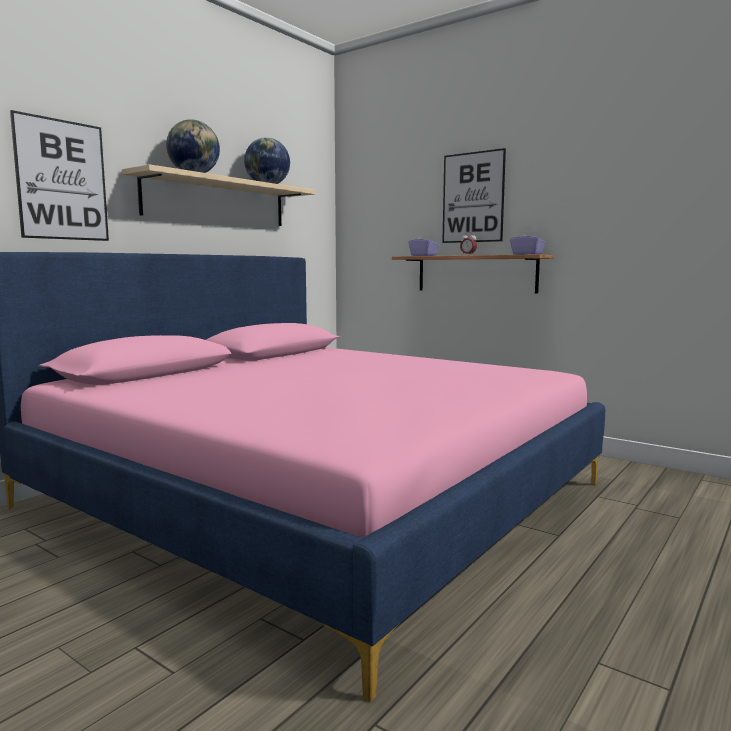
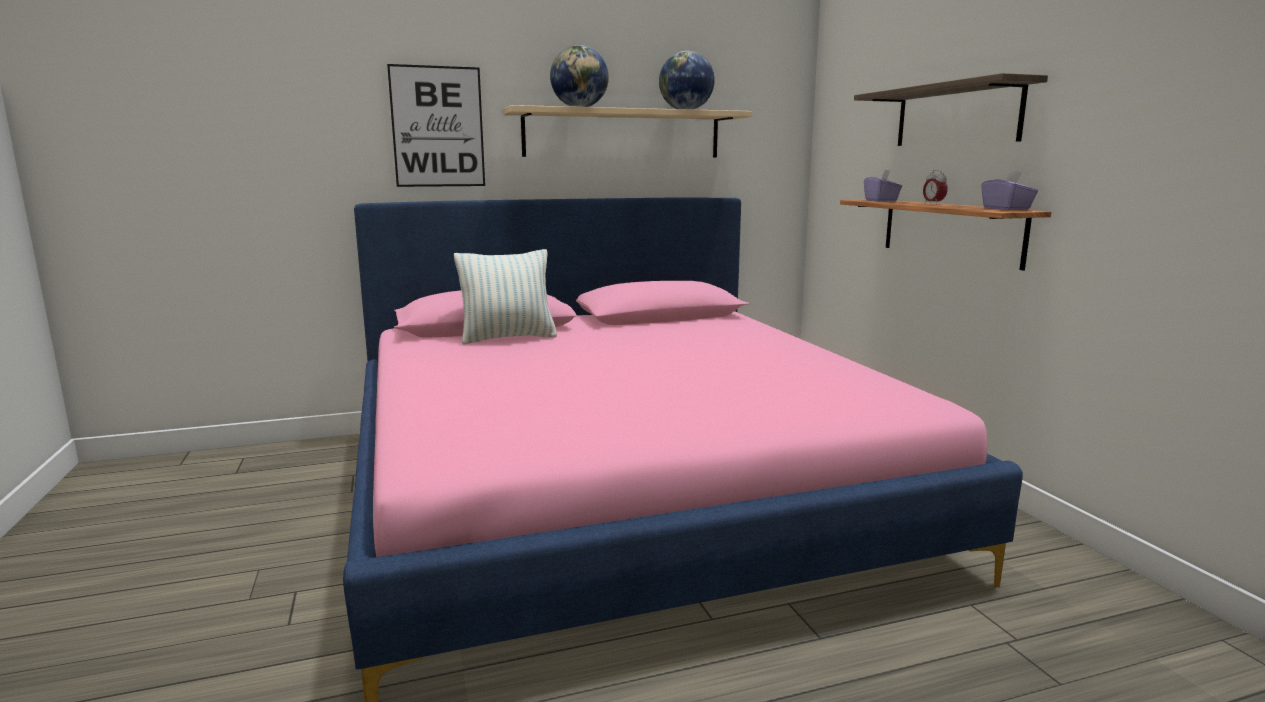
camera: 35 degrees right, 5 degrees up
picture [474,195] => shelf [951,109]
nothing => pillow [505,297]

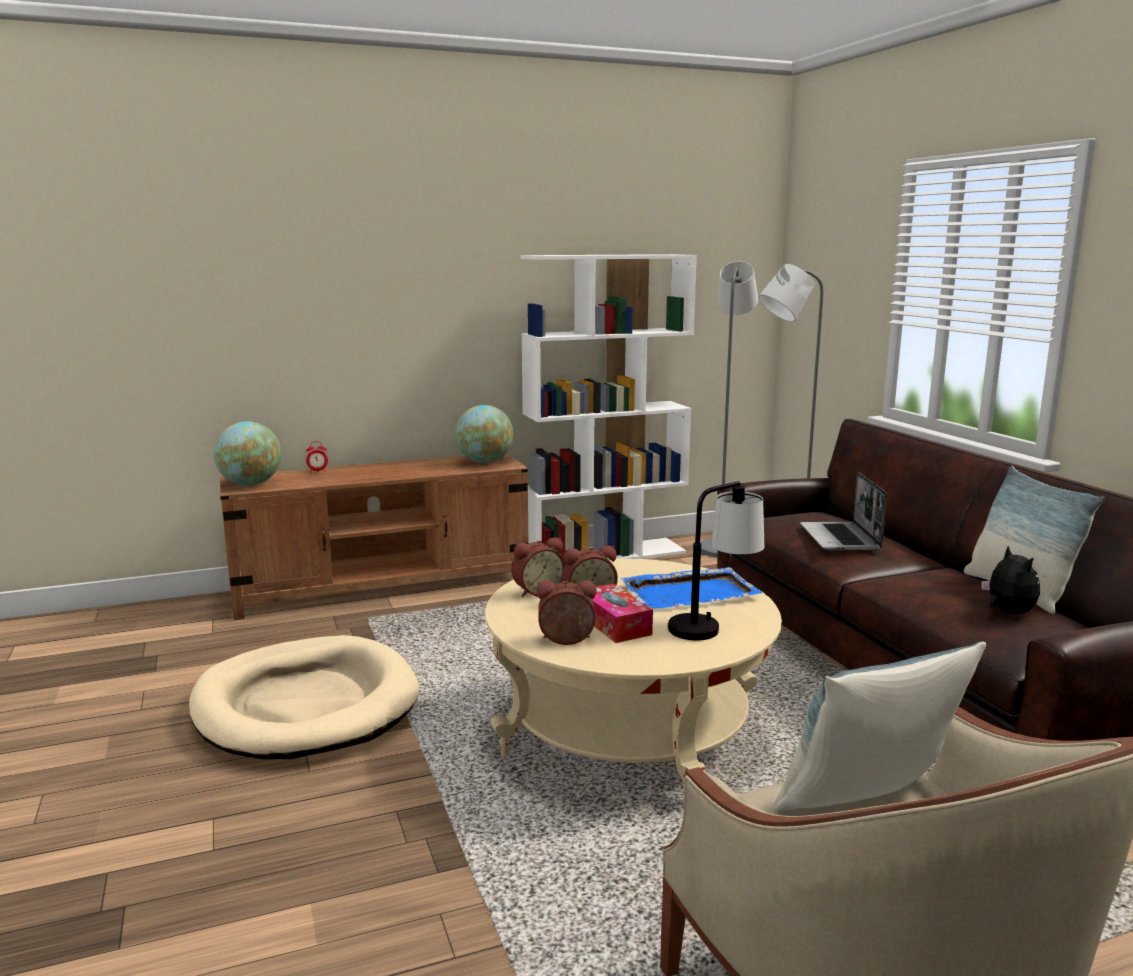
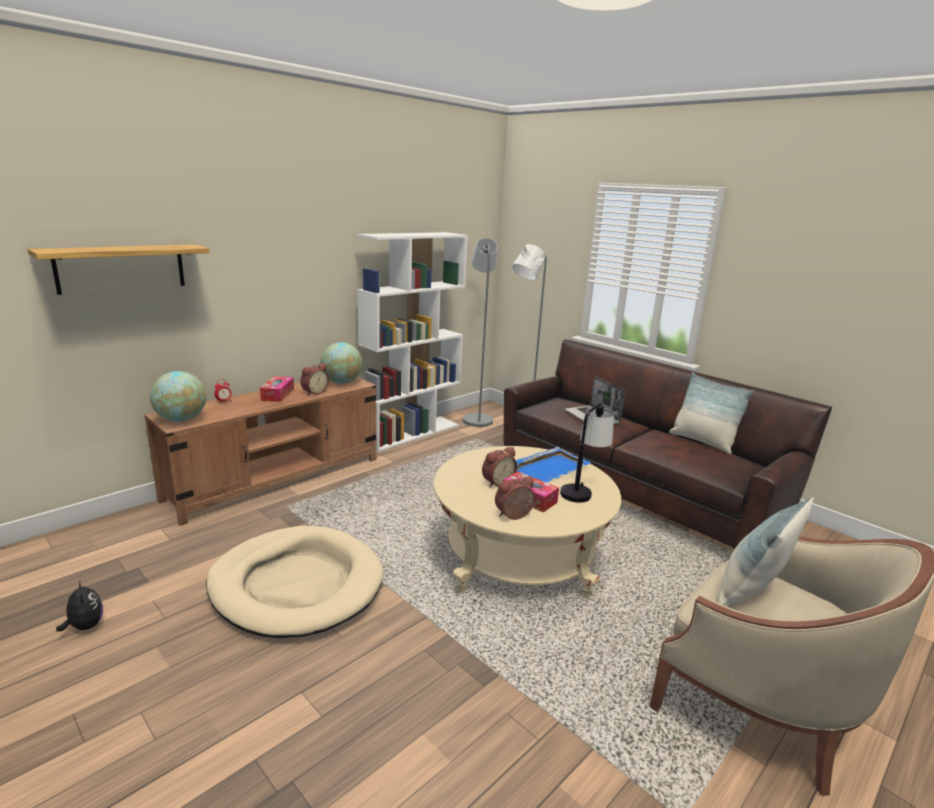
camera: 25 degrees left, 5 degrees up
alarm clock [538,567] => alarm clock [314,379], move
plush toy [1010,580] => plush toy [79,605], move
nothing => shelf [119,269]
nothing => tissue box [277,389]

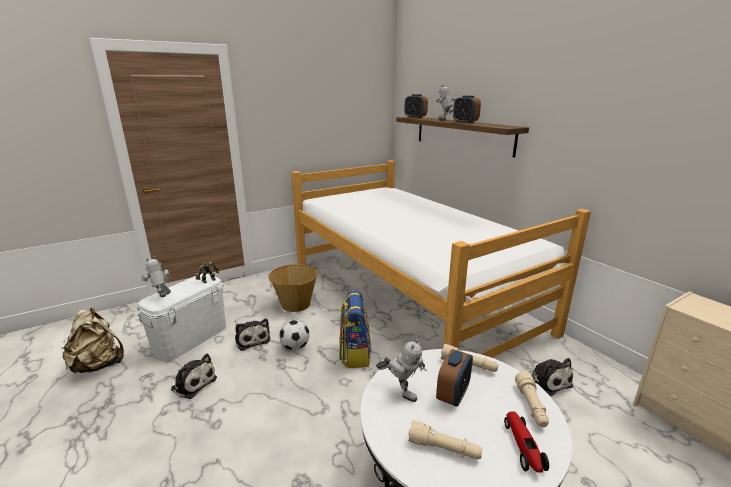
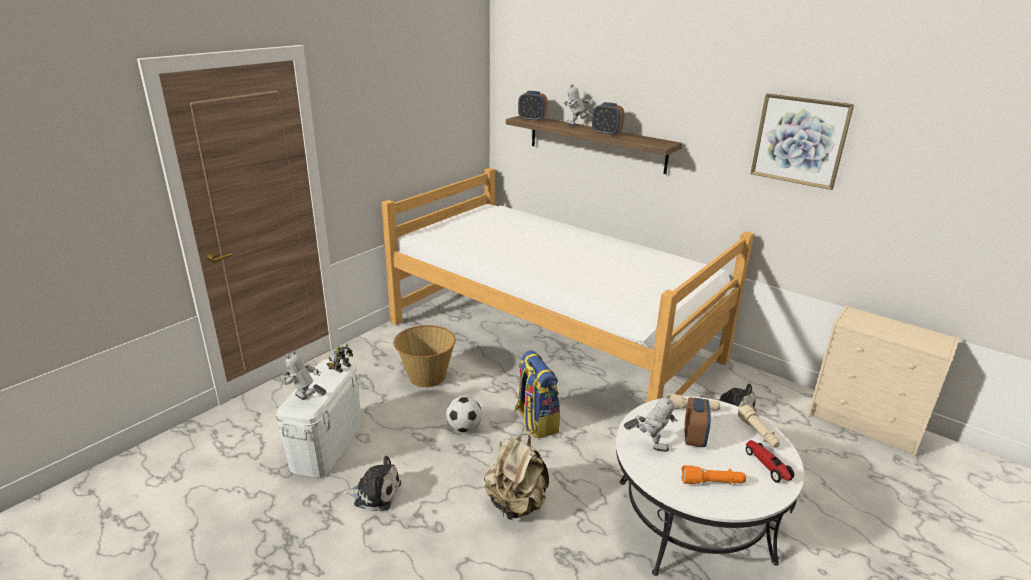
camera: 20 degrees left, 5 degrees up
beige backpack [92,341] => beige backpack [516,477], move
plush toy [252,335] => nothing
beige flashlight [445,440] => orange flashlight [713,475]
nothing => picture [802,141]

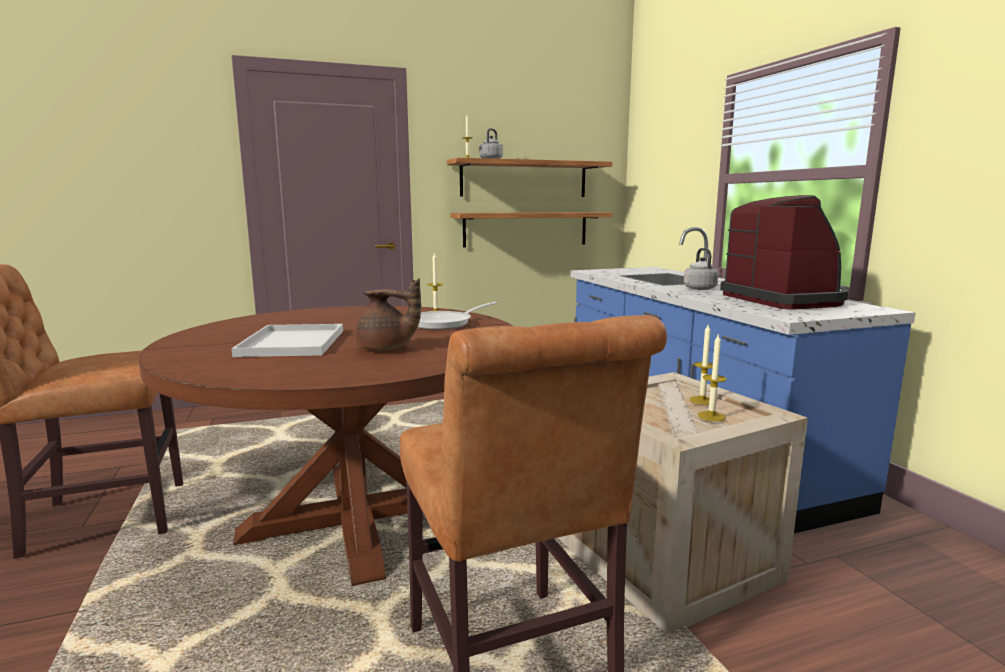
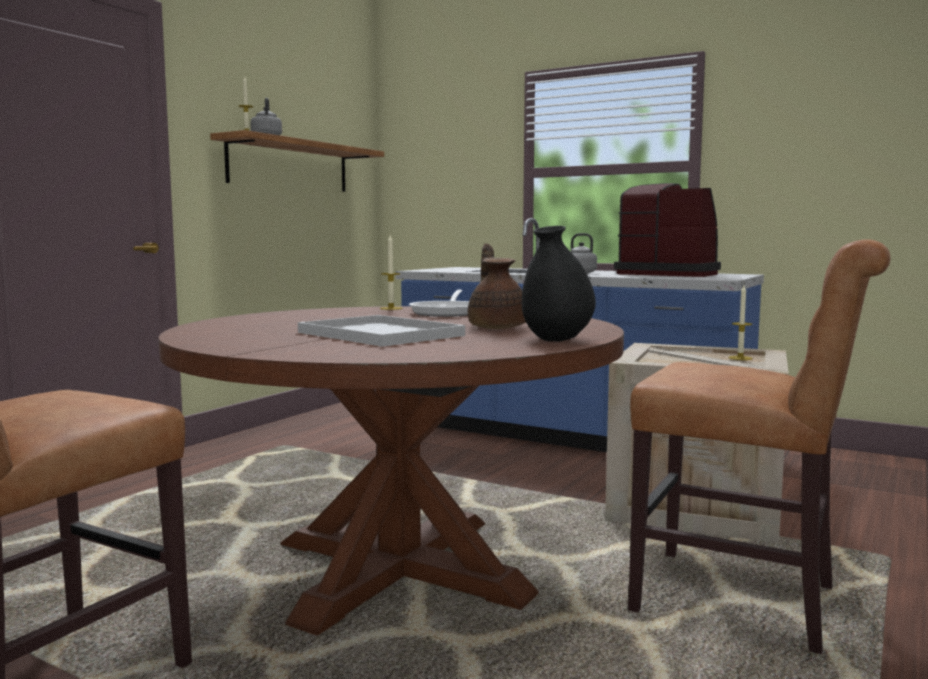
camera: 40 degrees left, 5 degrees down
shelf [531,230] => nothing
brown teapot [388,314] => brown teapot [497,286], 75 degrees counterclockwise
candle [701,364] => nothing
nothing => black vase [559,284]

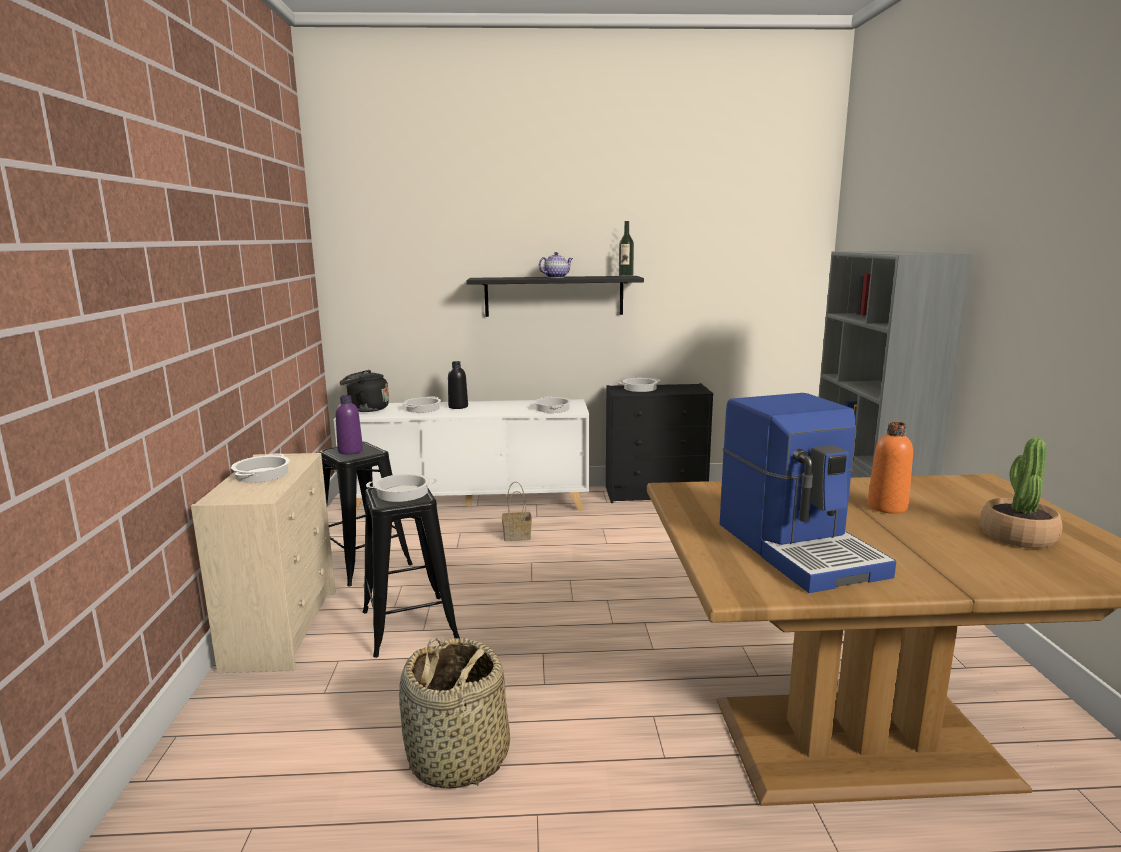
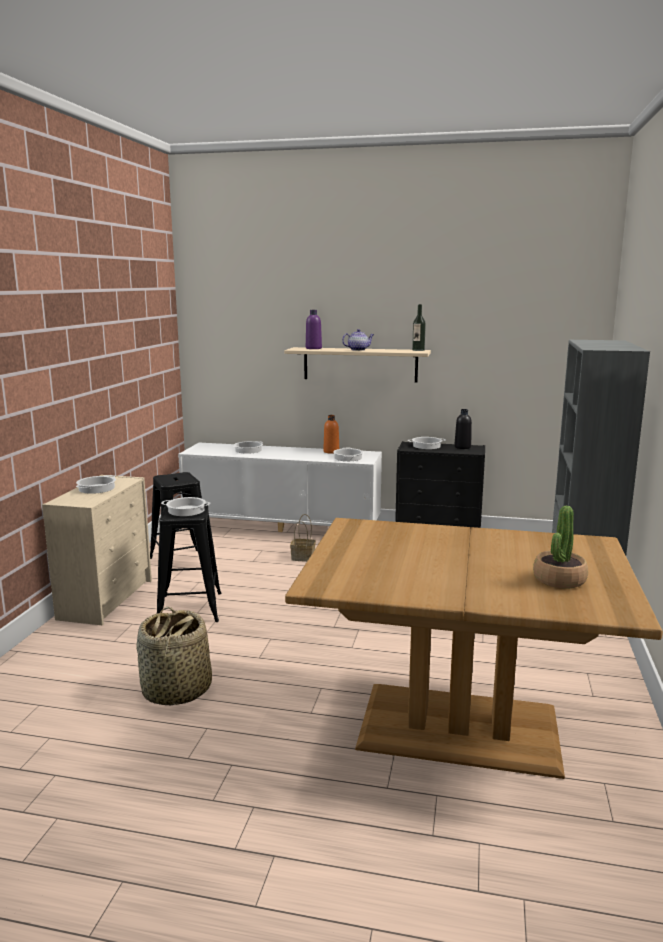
camera: 15 degrees right, 0 degrees up
black shelf [555,296] => beige shelf [357,364]
black bottle [458,385] => black bottle [463,429], move
black kettle [364,391] => nothing
coffee machine [808,493] => nothing
purple bottle [349,424] => purple bottle [314,329], move
orange bottle [890,468] => orange bottle [331,434], move

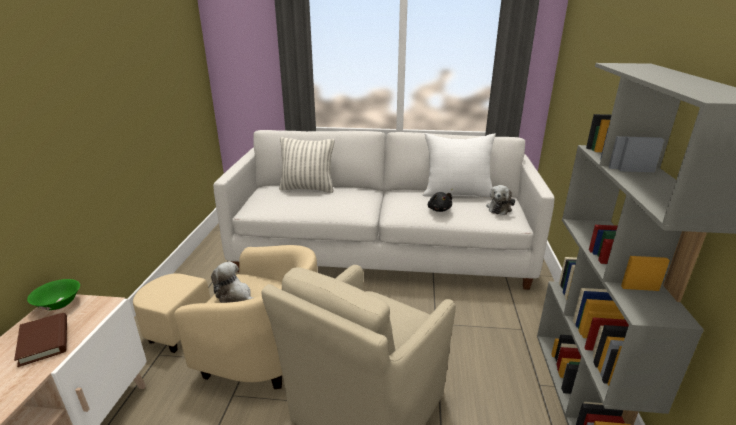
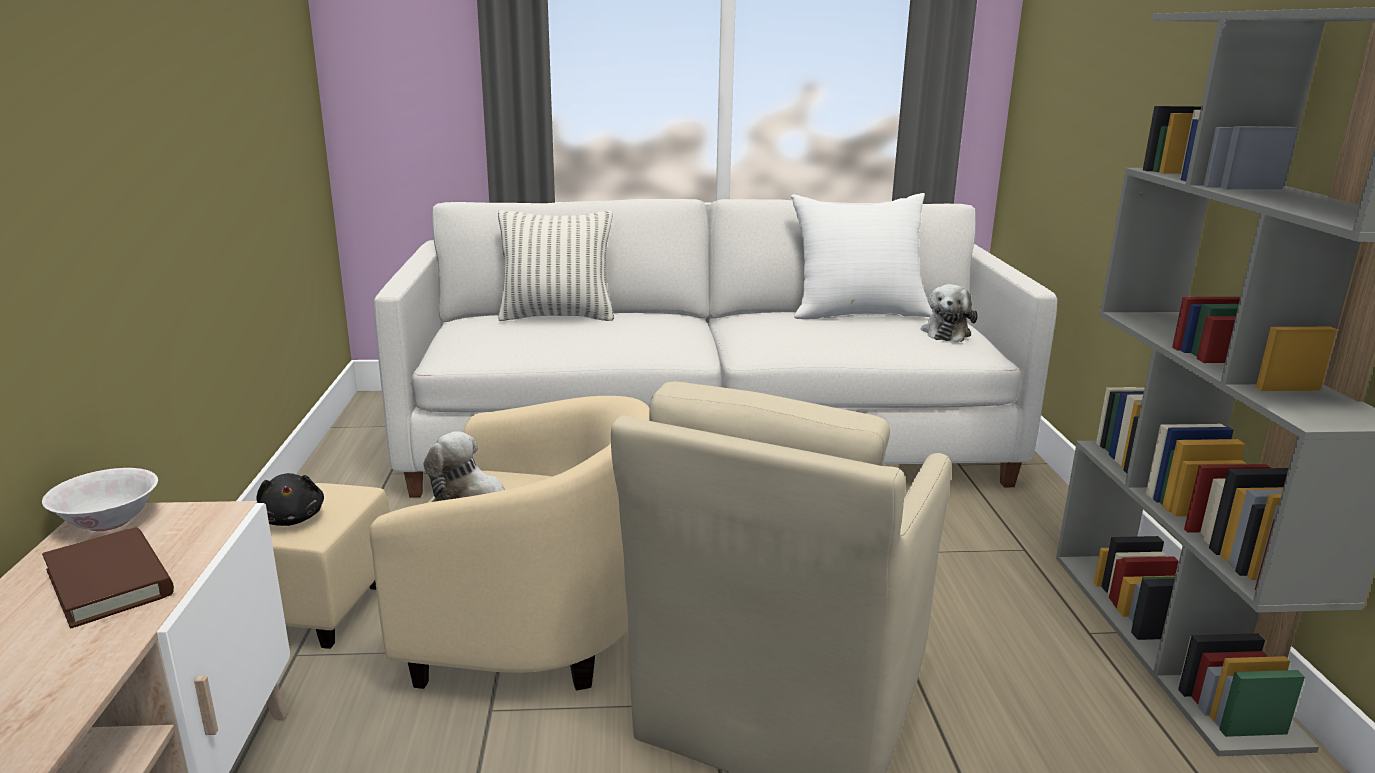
camera: 10 degrees left, 5 degrees down
black plush toy [440,202] => black plush toy [290,499], move
green bowl [53,294] => white bowl [100,499]

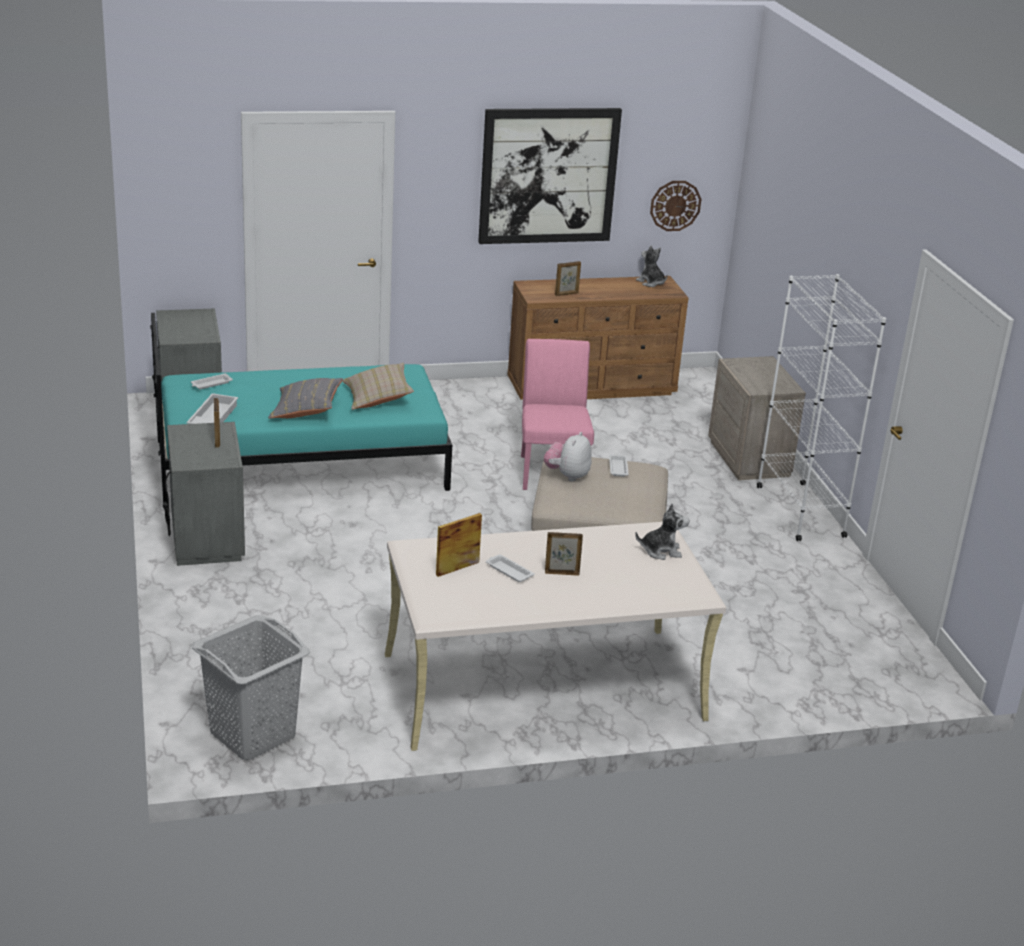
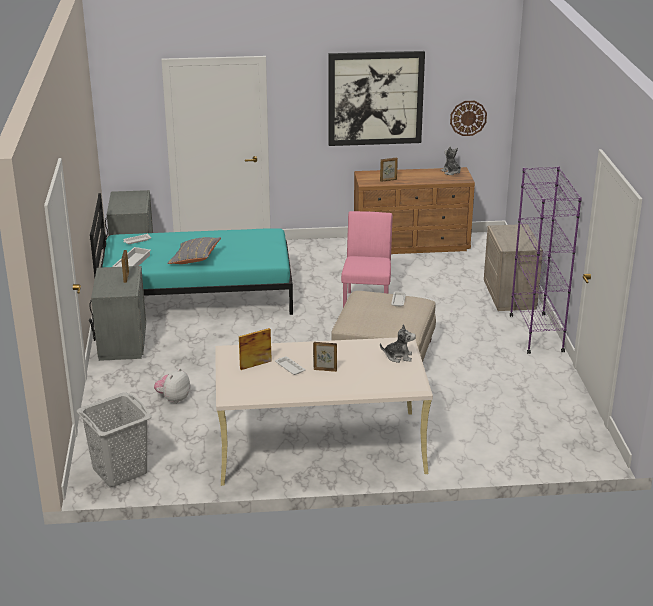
camera: 10 degrees right, 0 degrees up
white bookcase [821,407] => purple bookcase [546,260]
beige pillow [378,386] => nothing
plush toy [568,457] => plush toy [172,386], move

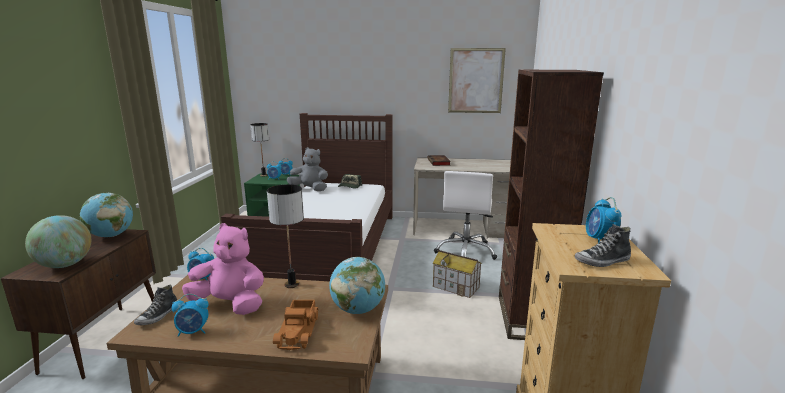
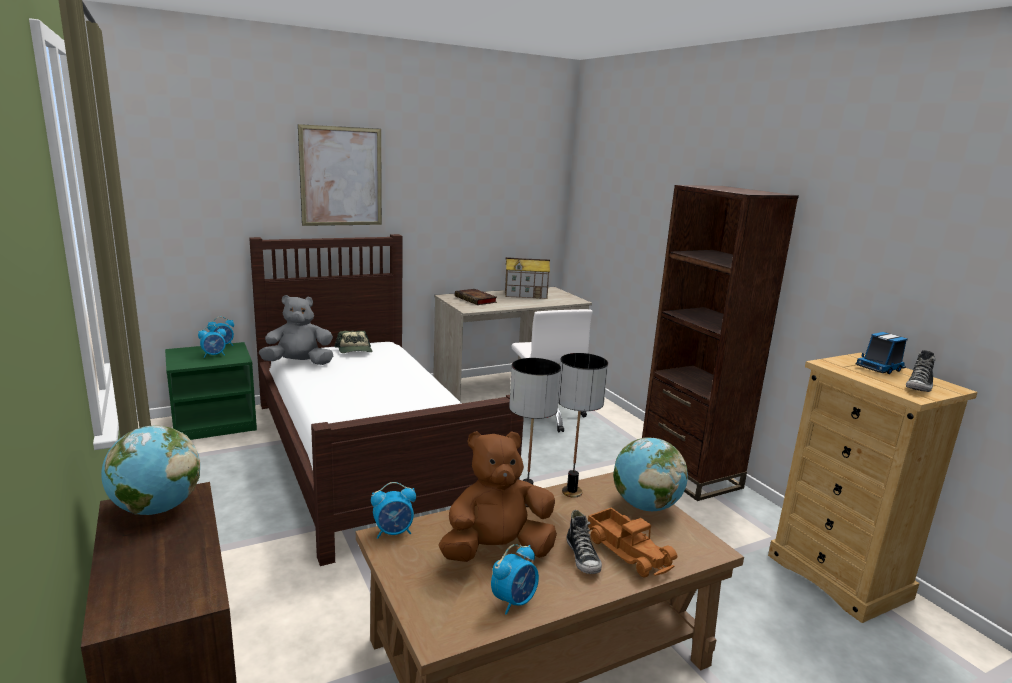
camera: 35 degrees left, 0 degrees up
picture [477,80] => picture [340,175], move
table lamp [259,150] => table lamp [583,425], move
alarm clock [603,220] => toy truck [882,353]
globe [58,241] => nothing
pink plush toy [223,269] => brown plush toy [498,496]
toy house [457,274] => toy house [527,278], move
shoe [155,304] => shoe [584,542], move

